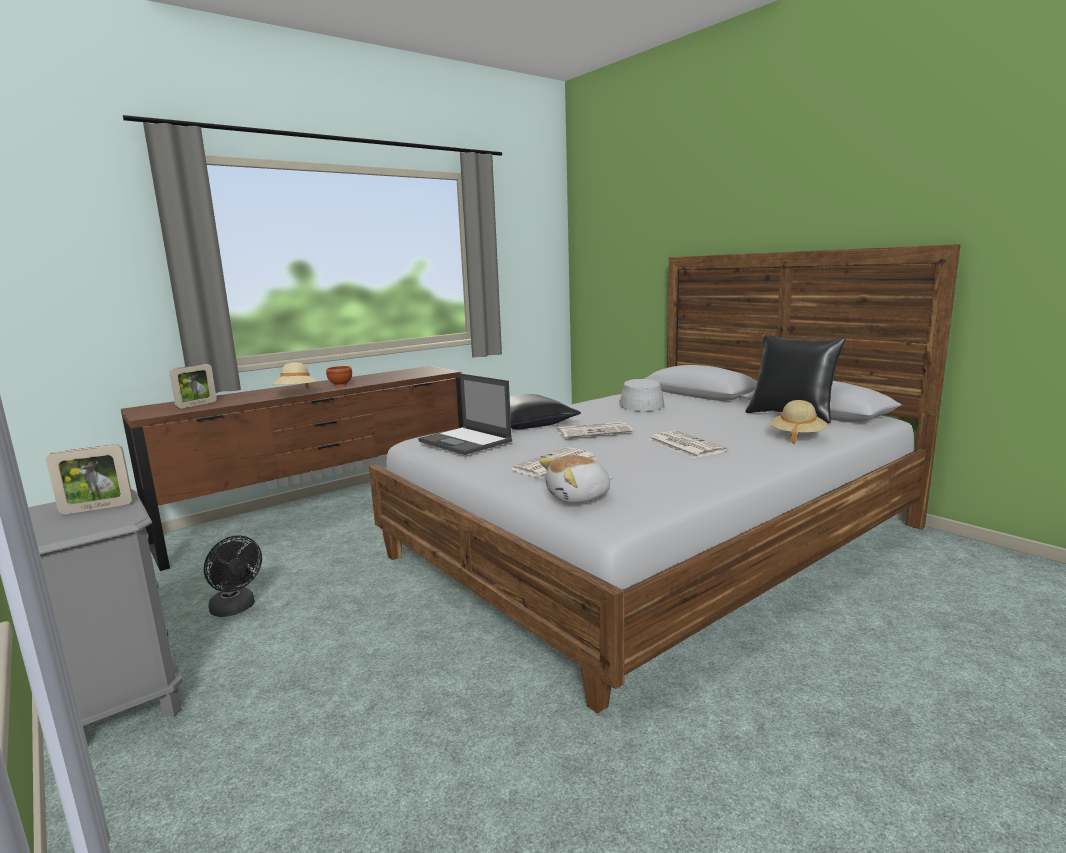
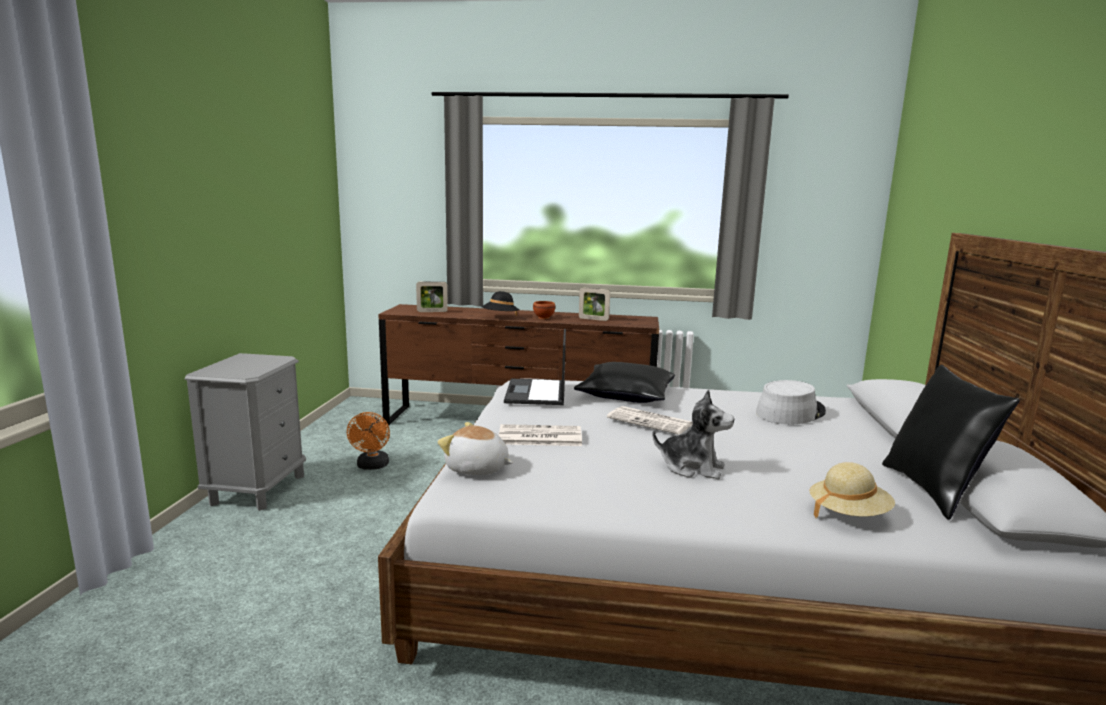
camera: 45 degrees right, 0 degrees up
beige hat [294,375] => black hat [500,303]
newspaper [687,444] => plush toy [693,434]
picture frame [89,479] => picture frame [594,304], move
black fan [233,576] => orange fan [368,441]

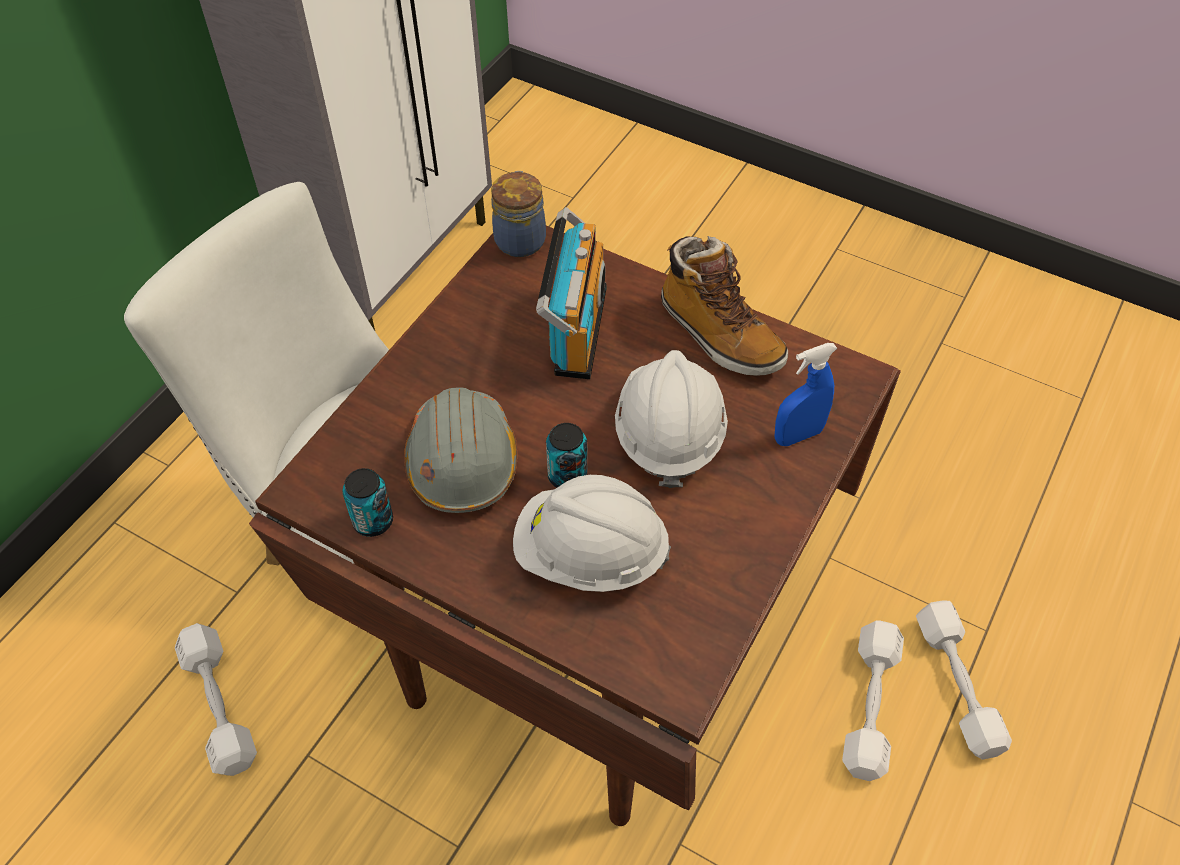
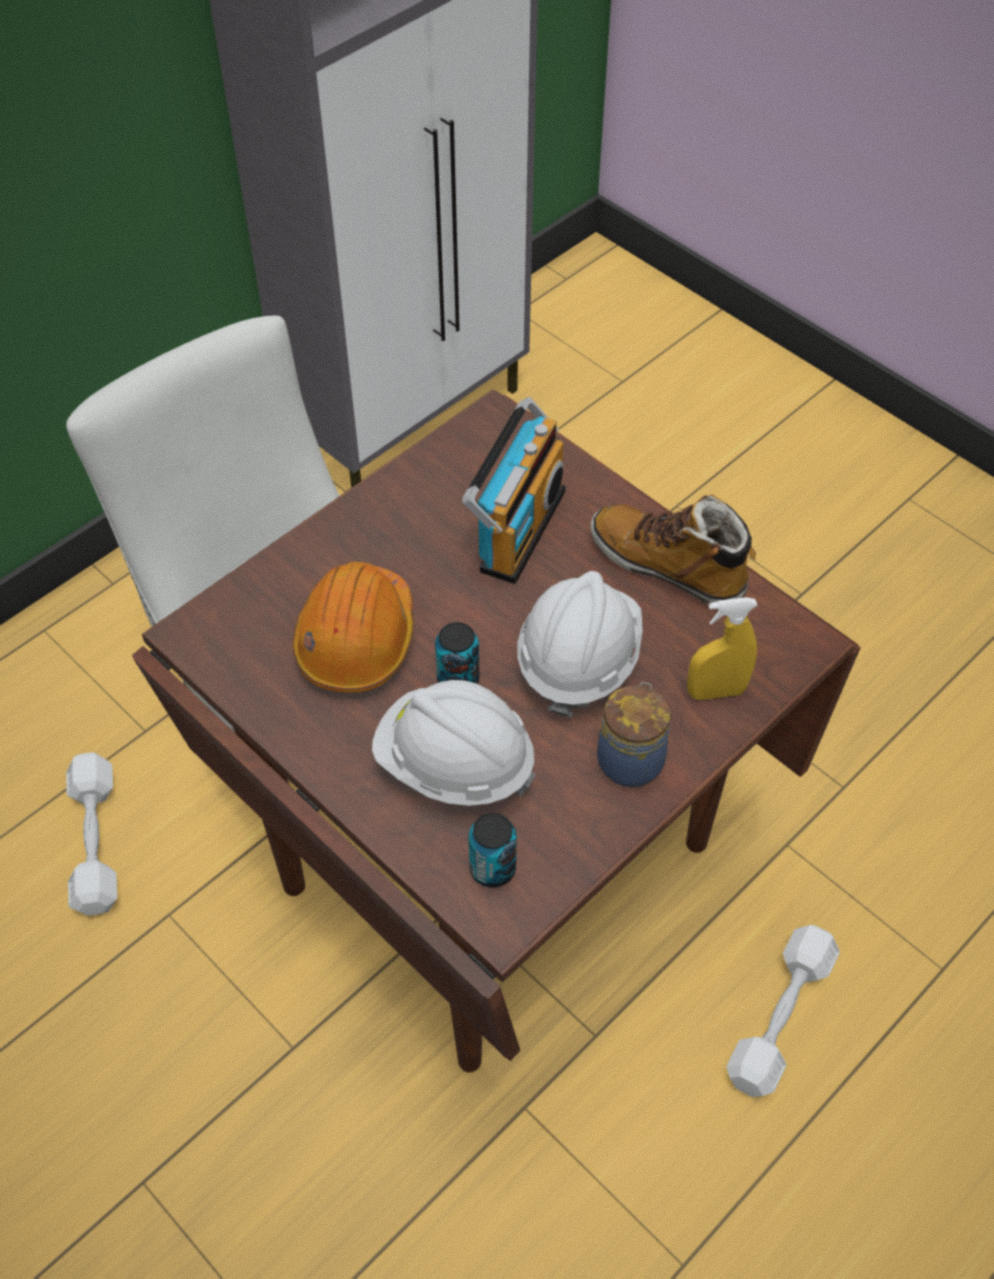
camera: 15 degrees right, 0 degrees up
jar [518,214] => jar [633,734], move
boot [724,306] => boot [673,549], 150 degrees clockwise
blue spray bottle [805,394] => yellow spray bottle [722,648]
grey hard hat [460,450] => orange hard hat [353,627]
can [367,502] => can [493,850], move
white dumbbell [964,680] => nothing

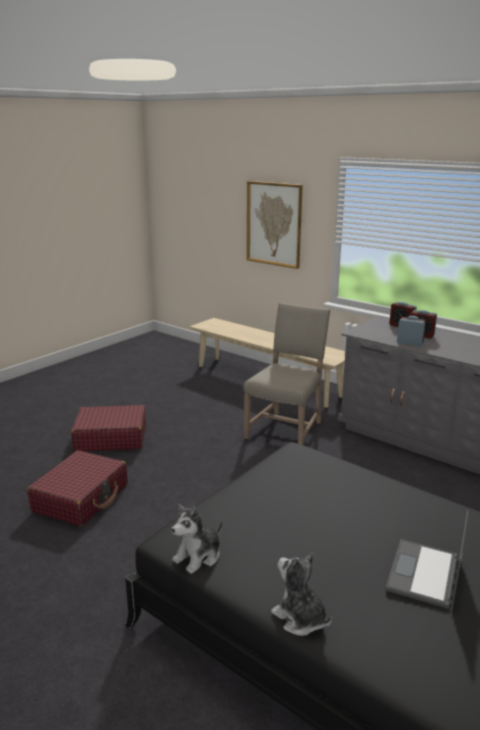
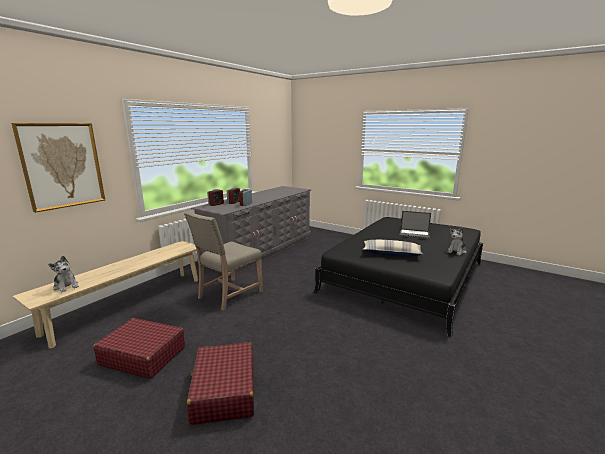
camera: 95 degrees left, 5 degrees down
beige chair [287,374] => beige chair [223,260], 75 degrees counterclockwise
red suitcase [77,488] => red suitcase [139,348], move
plush toy [197,539] => plush toy [63,274], move
nothing => pillow [393,248]

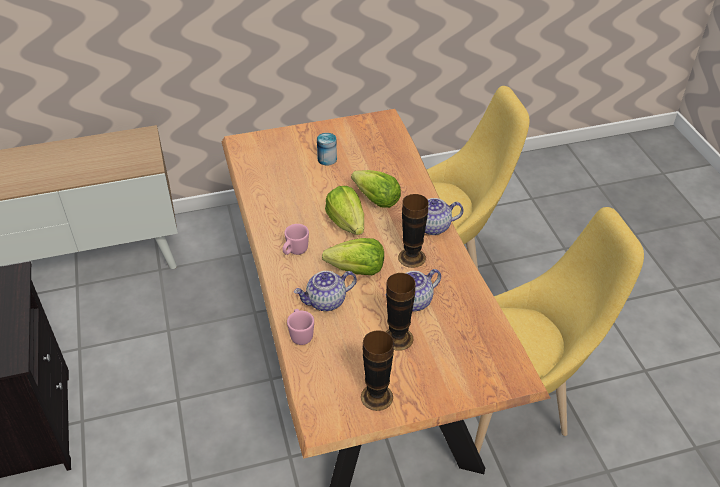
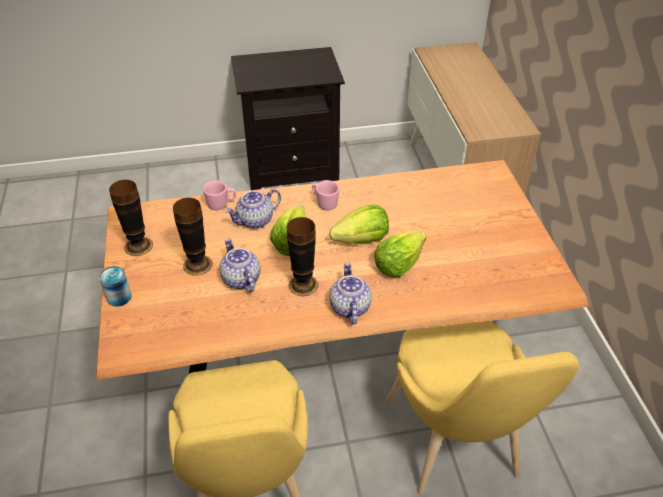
camera: 95 degrees right, 0 degrees up
can [327,149] => can [115,286], move
teapot [325,291] => teapot [253,209], 105 degrees counterclockwise

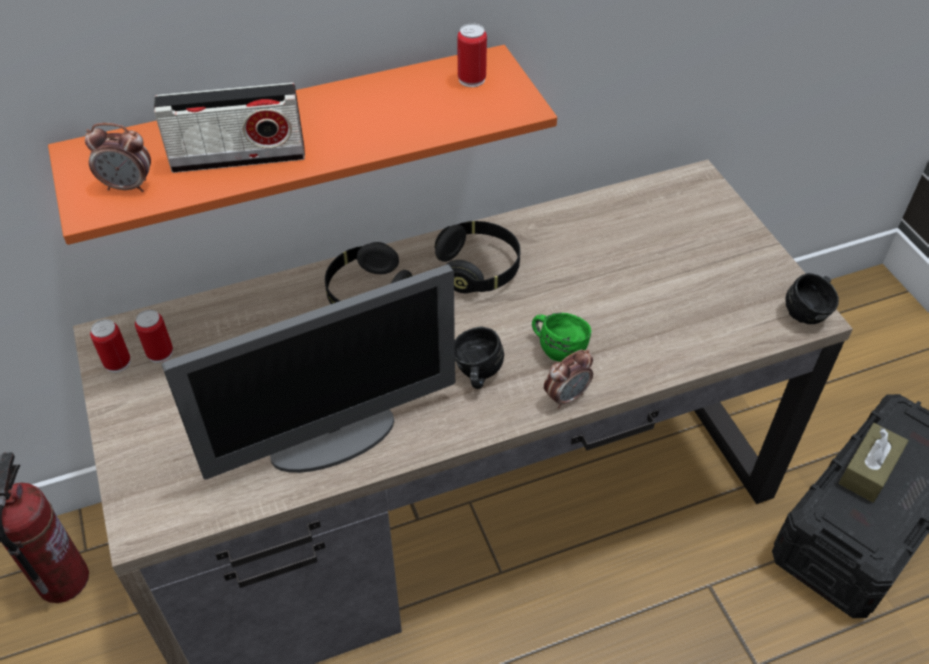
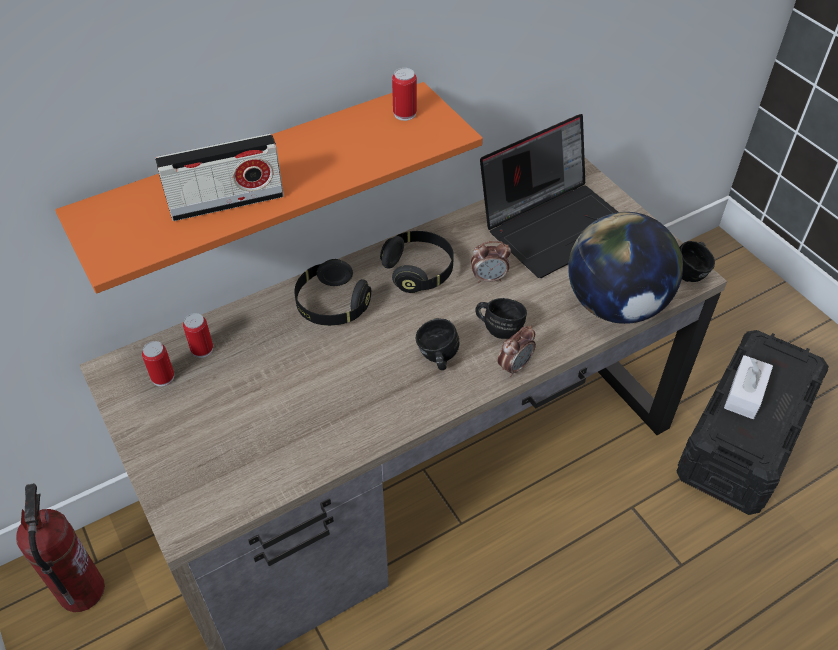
camera: 10 degrees left, 0 degrees up
alarm clock [118,157] => alarm clock [491,262], move
monitor [309,371] => nothing
green mug [561,337] => black mug [501,318]
can [110,346] => can [198,335], move
brown tissue box [874,463] => white tissue box [748,387]
nothing => laptop [549,196]
nothing => globe [625,268]

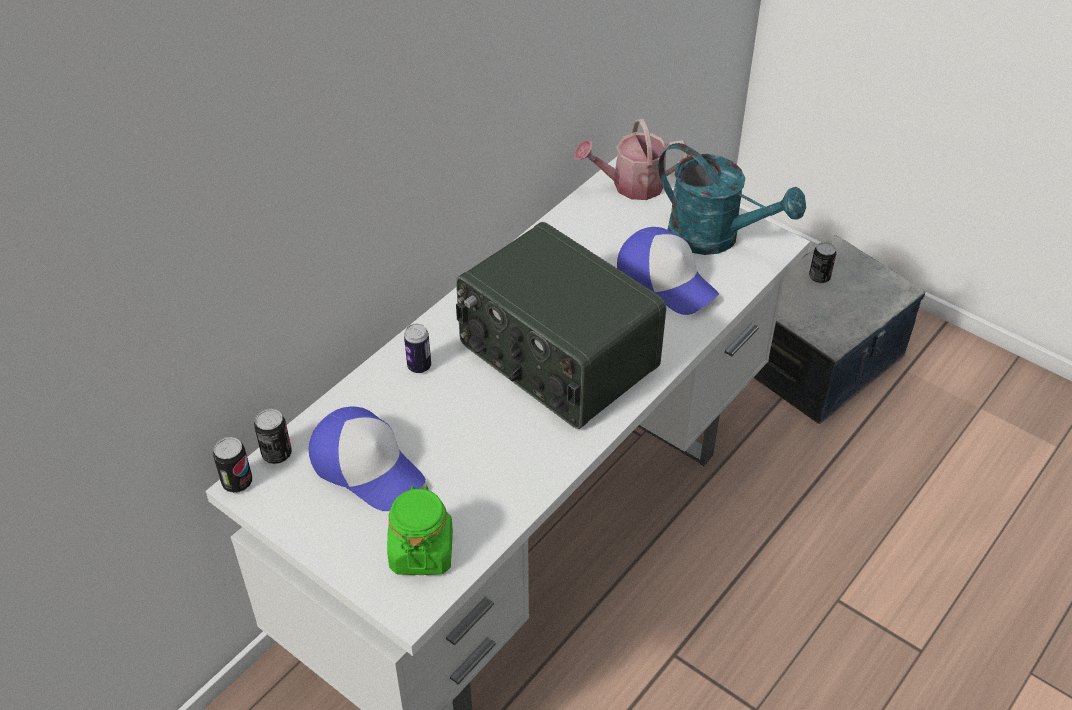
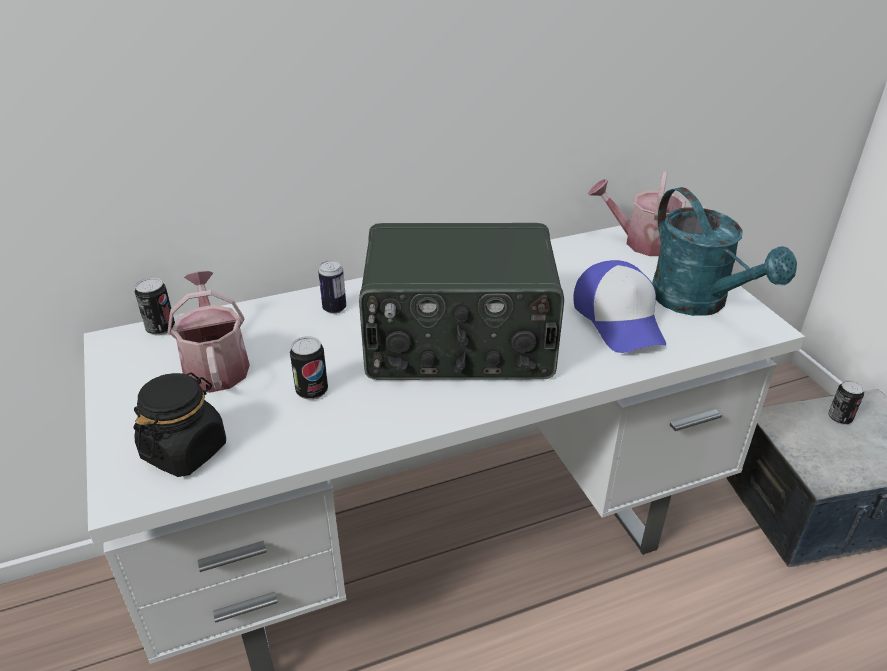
camera: 30 degrees right, 10 degrees down
radio [561,325] => radio [461,301], 75 degrees counterclockwise
cap [367,458] => watering can [209,332]
can [232,465] => can [309,368], move
green jar [420,530] => black jar [179,424]

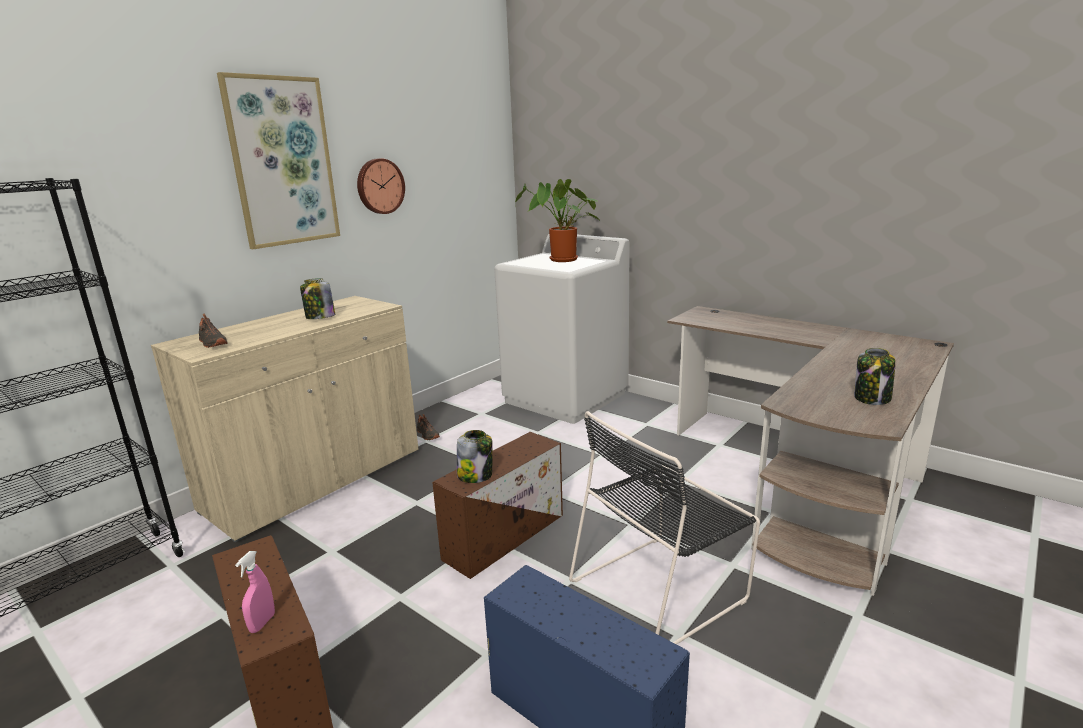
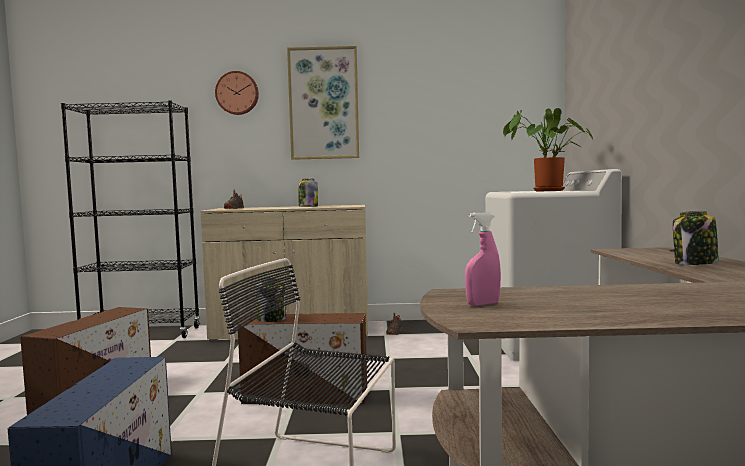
camera: 50 degrees right, 15 degrees down
wall clock [381,186] => wall clock [237,93], move
jar [875,376] => jar [696,238], move
pink spray bottle [255,592] => pink spray bottle [483,259], move

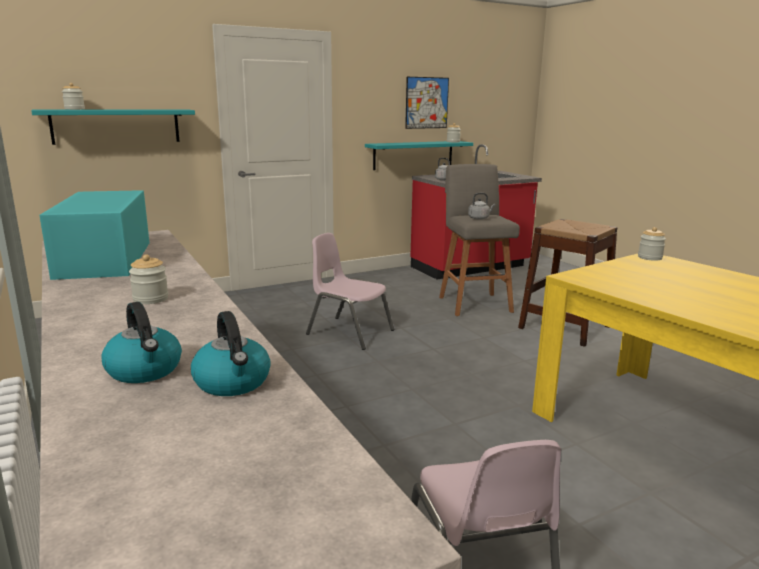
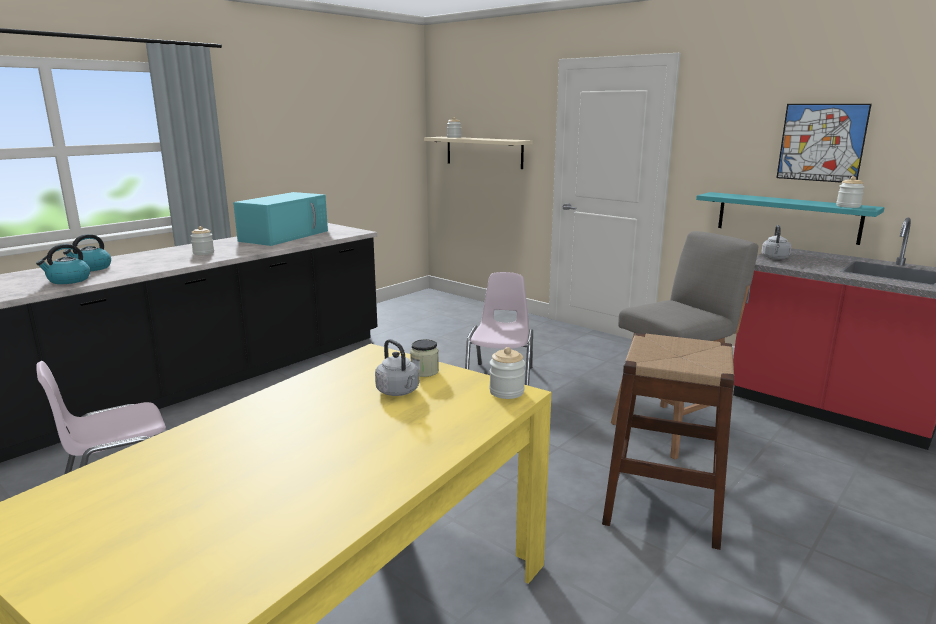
camera: 70 degrees right, 0 degrees up
turquoise shelf [113,127] => beige shelf [478,153]
turquoise microwave [94,235] => turquoise microwave [280,219], 150 degrees clockwise
grey kettle [481,206] => grey kettle [397,367], move
nothing => jar [424,358]

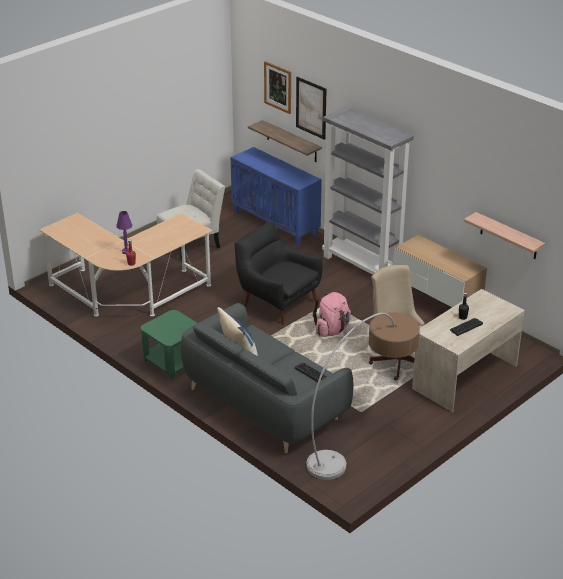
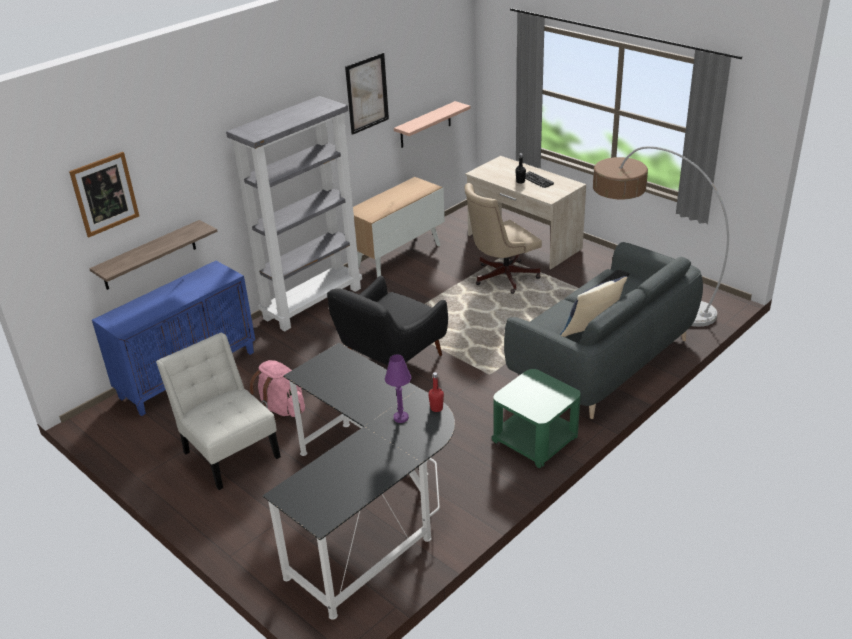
camera: 90 degrees left, 0 degrees up
picture [311,108] => picture [367,93], move
beige desk [125,264] => black desk [359,481]
pink backpack [332,314] => pink backpack [277,390], move

